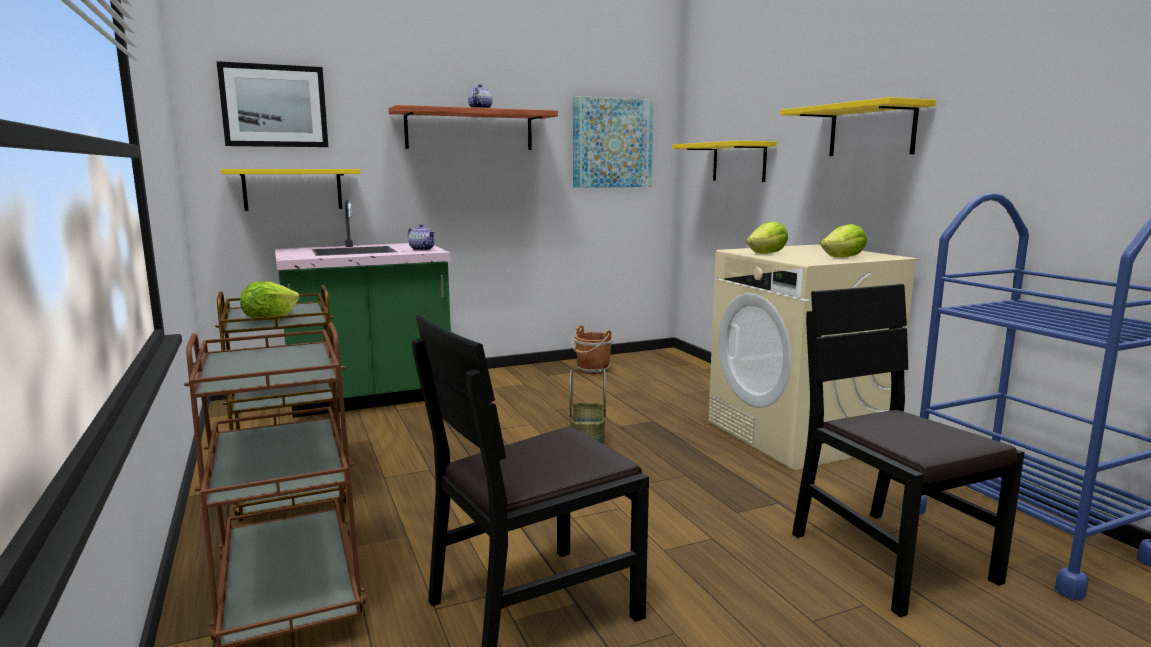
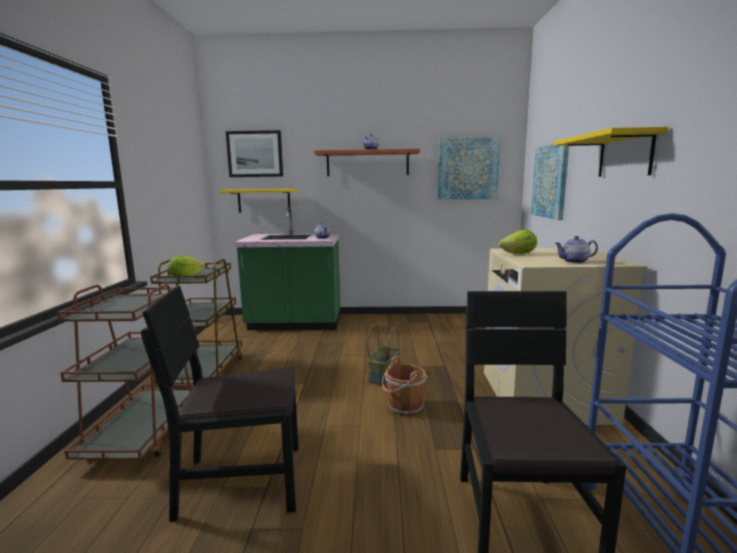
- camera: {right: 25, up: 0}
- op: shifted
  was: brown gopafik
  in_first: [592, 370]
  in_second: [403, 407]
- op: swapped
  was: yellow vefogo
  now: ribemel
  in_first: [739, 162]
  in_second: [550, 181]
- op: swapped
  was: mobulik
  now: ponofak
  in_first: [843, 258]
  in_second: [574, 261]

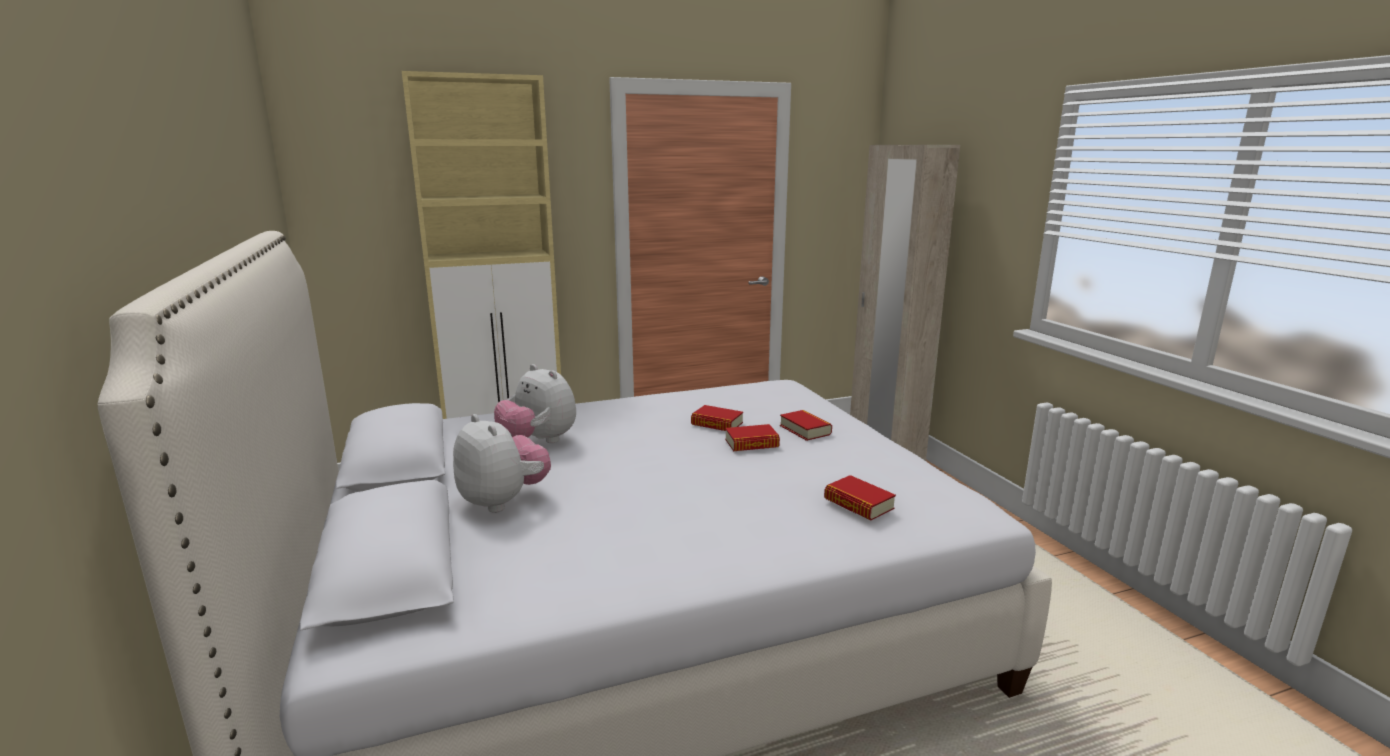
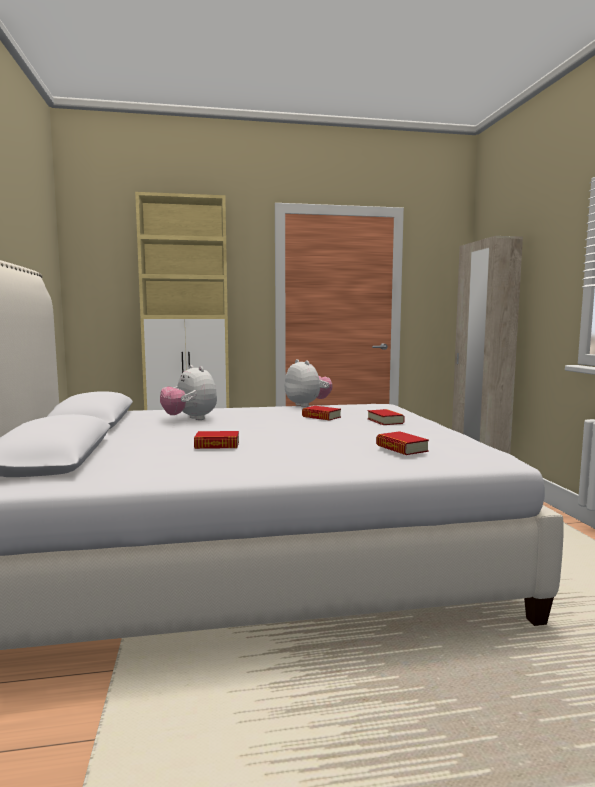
- camera: {right: 10, up: -10}
- op: shifted
  was: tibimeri
  in_first: [751, 443]
  in_second: [217, 445]
- op: shifted
  was: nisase
  in_first: [503, 501]
  in_second: [307, 405]

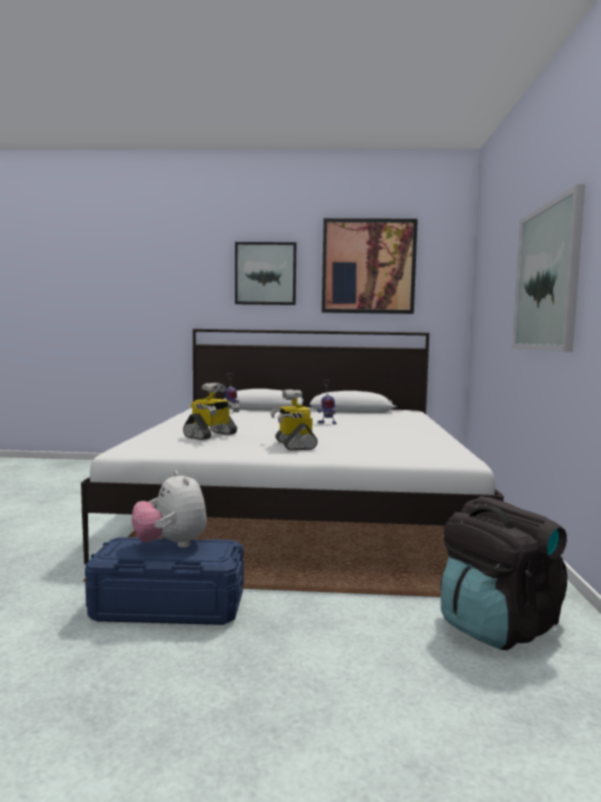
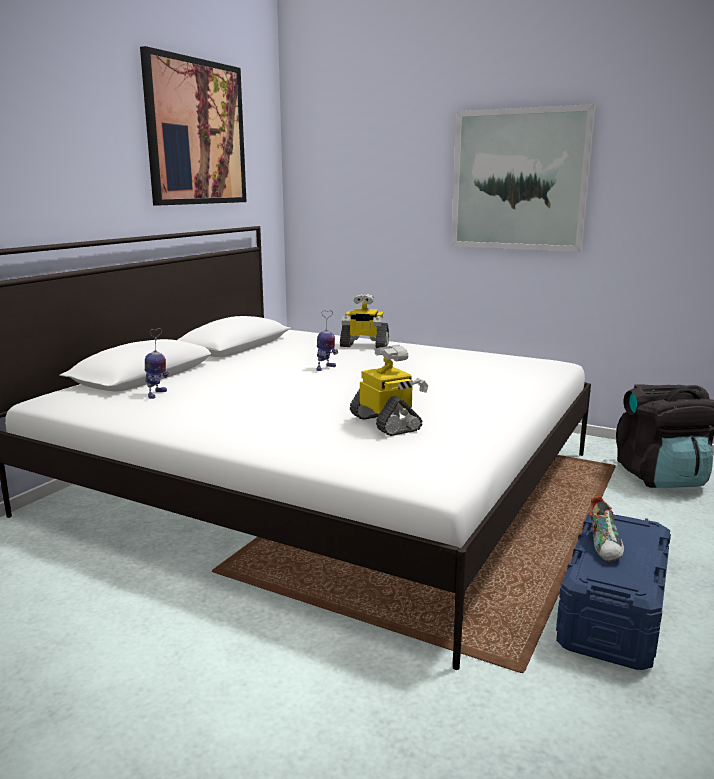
- camera: {right: -65, up: 10}
- op: shifted
  was: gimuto
  in_first: [294, 445]
  in_second: [364, 345]
- op: swapped
  was: nisase
  now: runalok
  in_first: [171, 545]
  in_second: [605, 546]
- op: gone
  was: ribemel
  in_first: [265, 273]

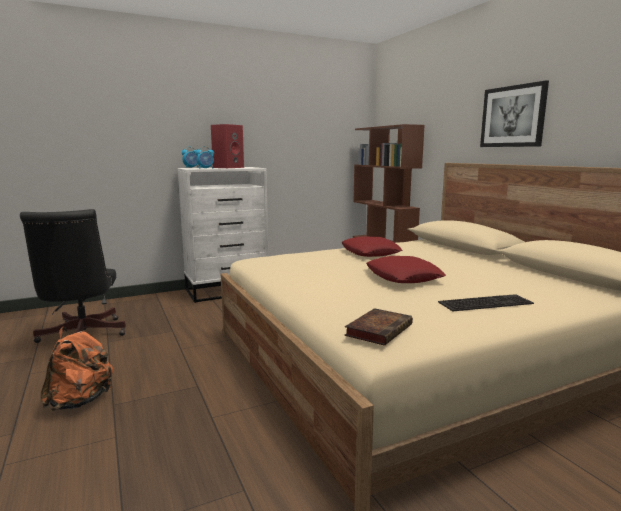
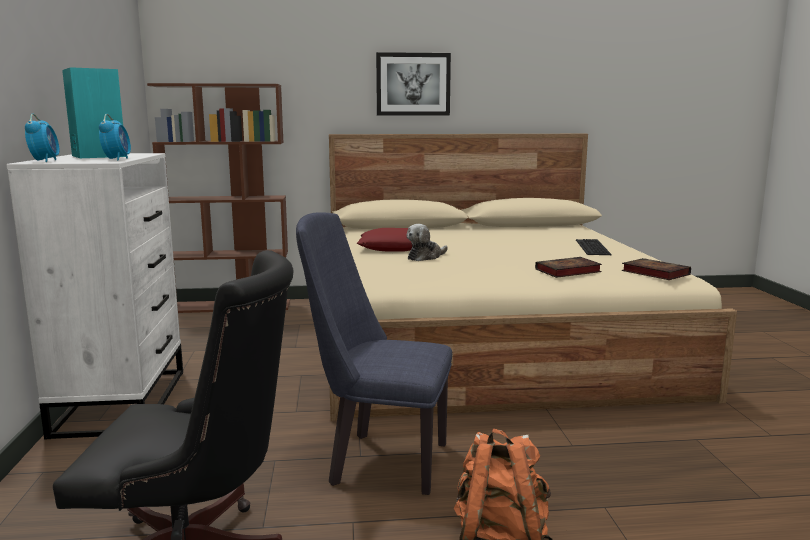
- camera: {right: -70, up: 0}
- op: repainted
  was: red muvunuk
  now: turquoise muvunuk
  in_first: [228, 167]
  in_second: [97, 156]
- op: new
  now: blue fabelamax
  in_second: [378, 461]
- op: new
  now: nisase
  in_second: [425, 257]
- op: new
  now: tibimeri
  in_second: [567, 271]
- op: gone
  was: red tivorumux
  in_first: [403, 277]

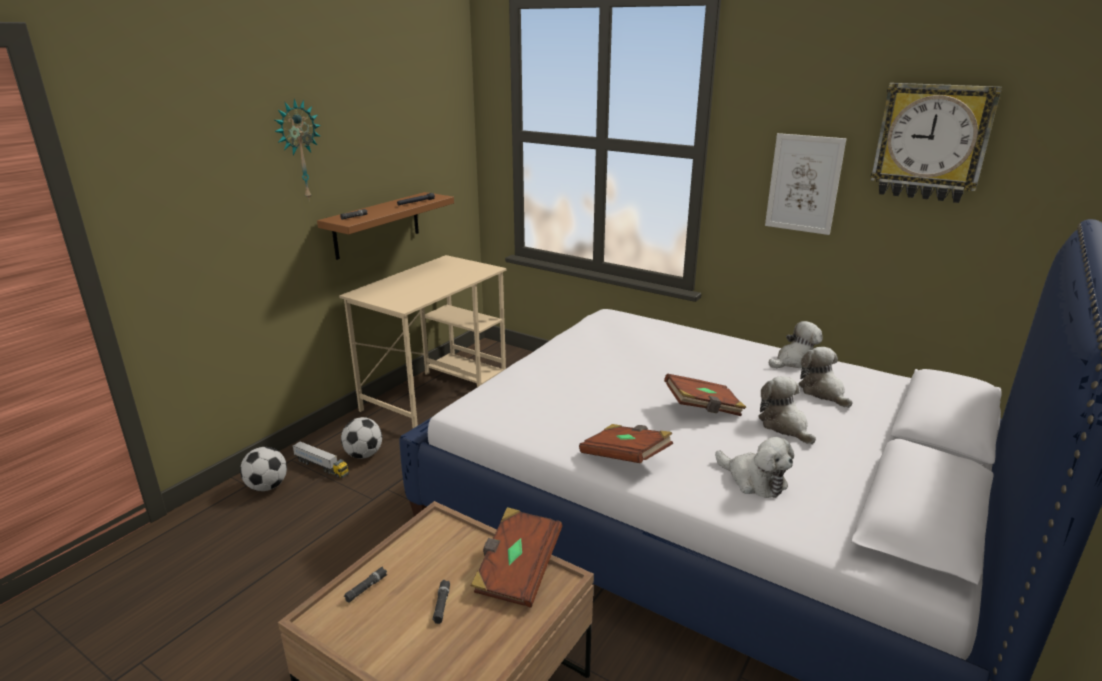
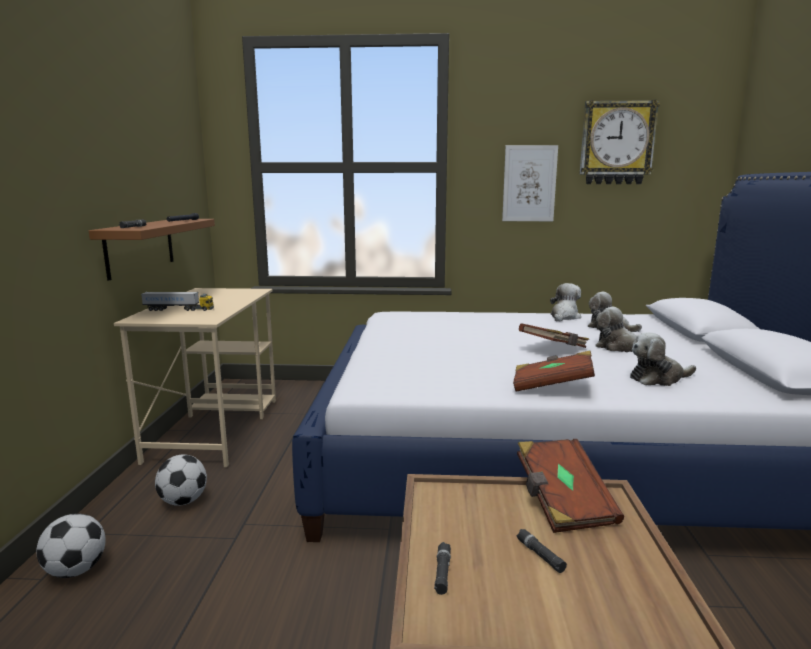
- camera: {right: -30, up: -10}
- op: shifted
  was: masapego
  in_first: [321, 467]
  in_second: [179, 309]
- op: rotated
  was: nisase
  in_first: [754, 480]
  in_second: [658, 378]
  clockwise: 150
- op: gone
  was: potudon
  in_first: [298, 150]

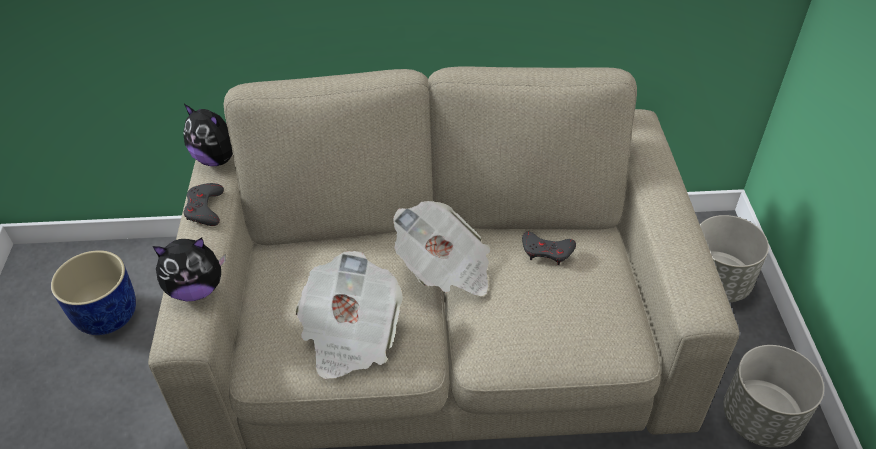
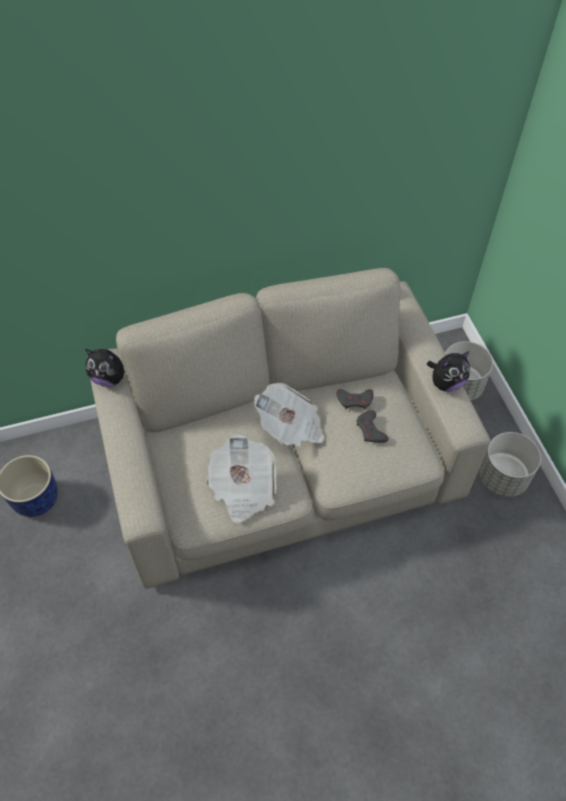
- camera: {right: -15, up: 10}
- op: shifted
  was: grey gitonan
  in_first: [205, 209]
  in_second: [370, 430]
- op: shifted
  was: nisase
  in_first: [196, 289]
  in_second: [446, 383]

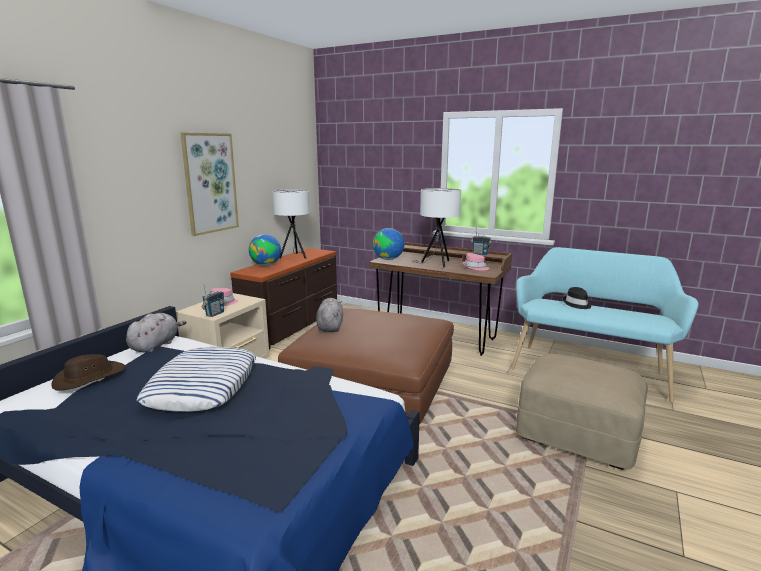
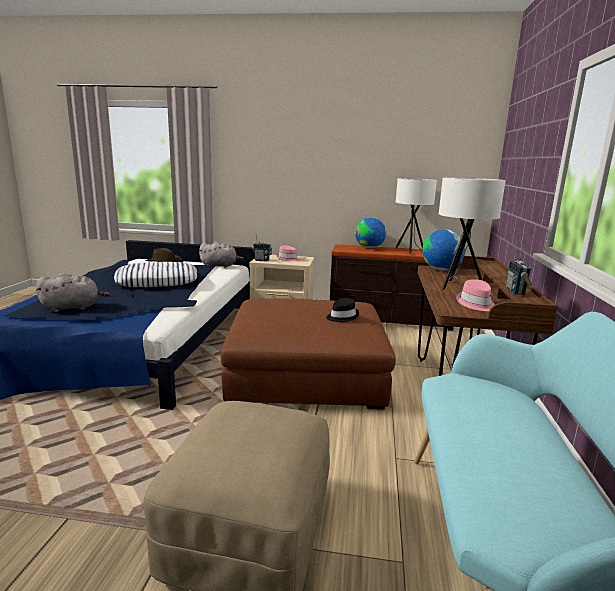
- camera: {right: 70, up: 0}
- op: shifted
  was: grey nisase
  in_first: [330, 327]
  in_second: [73, 308]
- op: shifted
  was: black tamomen
  in_first: [577, 304]
  in_second: [342, 317]
- op: gone
  was: ribemel
  in_first: [210, 183]

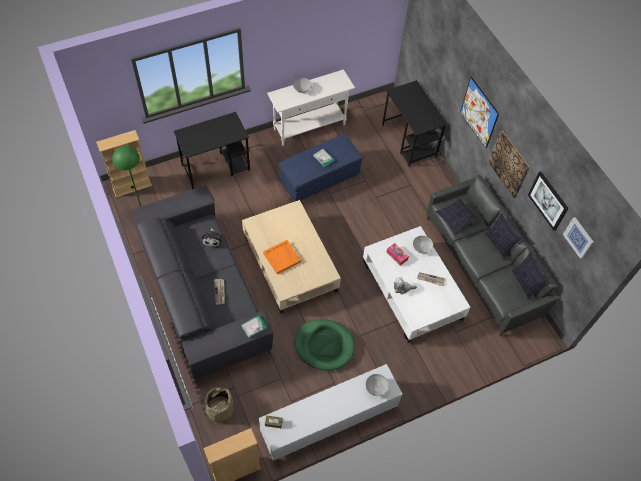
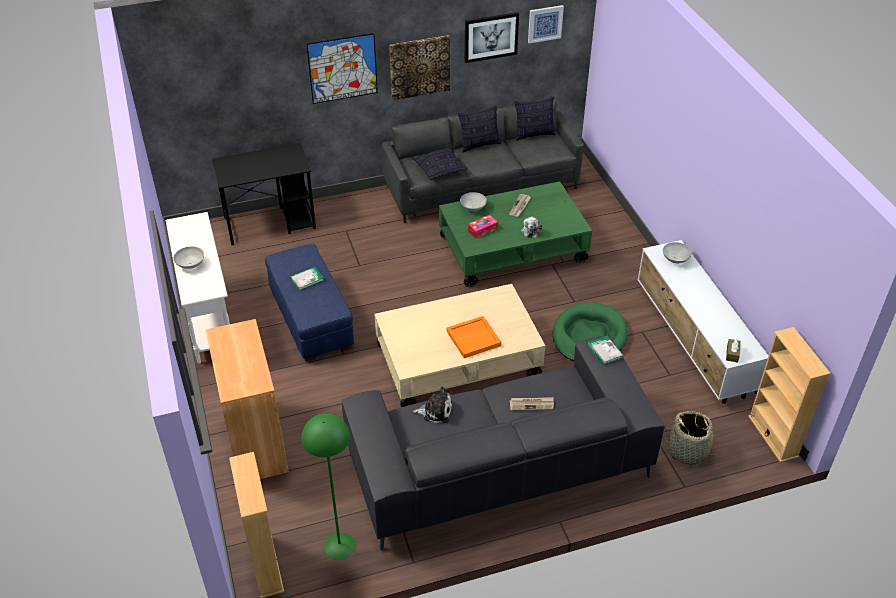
- camera: {right: -80, up: -15}
- op: swapped
  was: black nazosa
  now: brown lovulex
  in_first: [216, 167]
  in_second: [255, 441]
- op: repainted
  was: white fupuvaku
  now: green fupuvaku
  in_first: [412, 291]
  in_second: [512, 249]

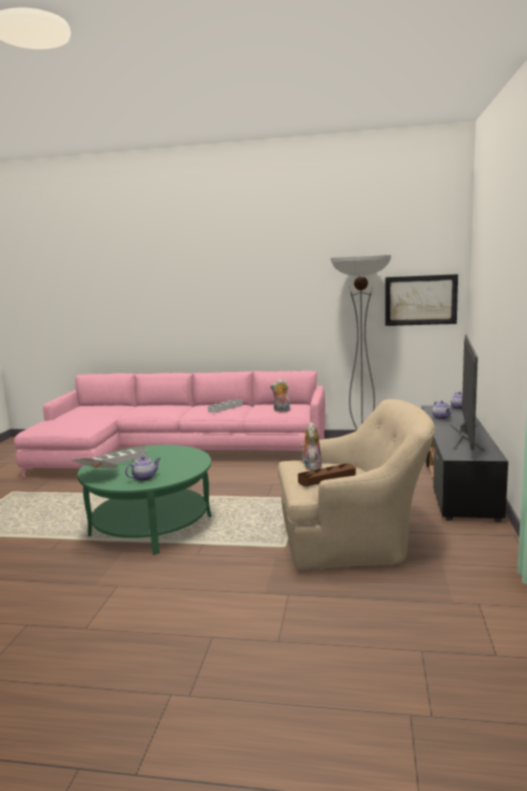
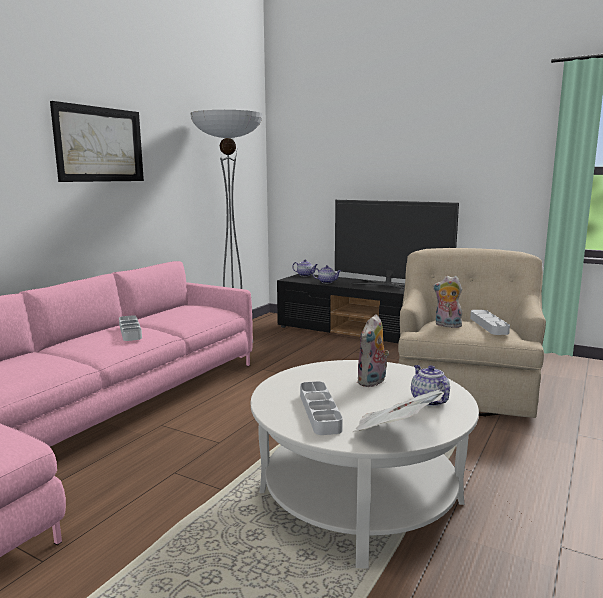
- camera: {right: -70, up: 0}
- op: shifted
  was: ribemel
  in_first: [420, 300]
  in_second: [99, 144]
- op: repainted
  was: green fupuvaku
  now: white fupuvaku
  in_first: [151, 525]
  in_second: [359, 496]
- op: shifted
  was: nisase
  in_first: [281, 410]
  in_second: [372, 382]
- op: repainted
  was: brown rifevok
  now: grey rifevok
  in_first: [327, 478]
  in_second: [488, 325]

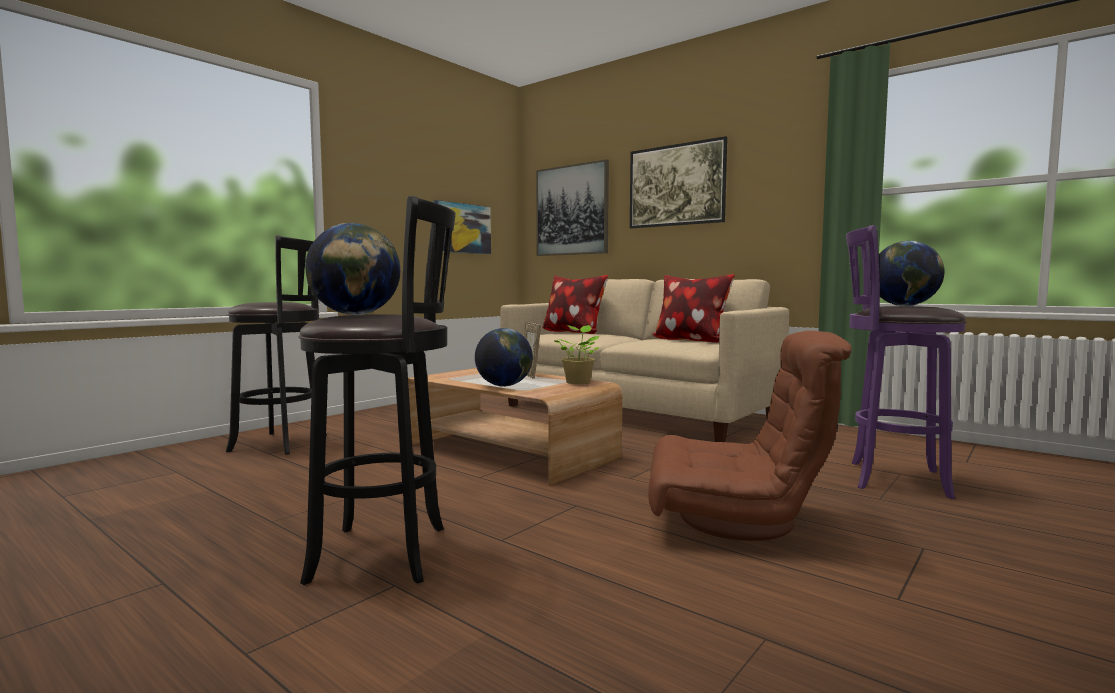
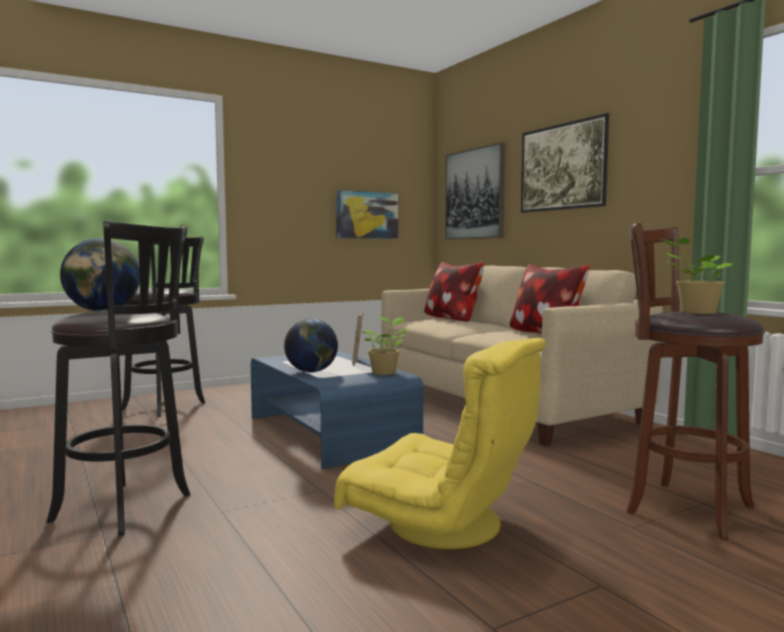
- camera: {right: 20, up: 0}
- op: repainted
  was: brown fupuvaku
  now: blue fupuvaku
  in_first: [508, 451]
  in_second: [330, 432]
- op: repainted
  was: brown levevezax
  now: yellow levevezax
  in_first: [735, 521]
  in_second: [442, 527]
- op: repainted
  was: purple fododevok
  now: brown fododevok
  in_first: [891, 478]
  in_second: [682, 507]
- op: swapped
  was: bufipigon
  now: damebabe
  in_first: [904, 306]
  in_second: [695, 312]

